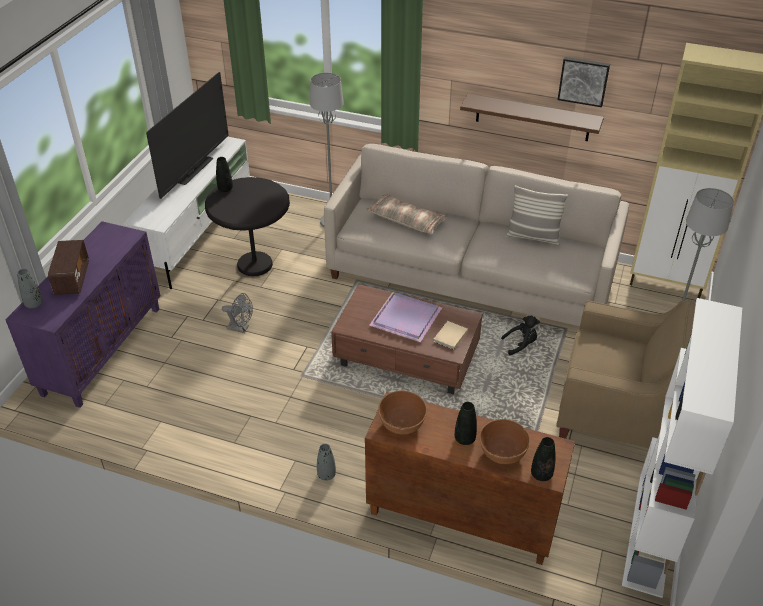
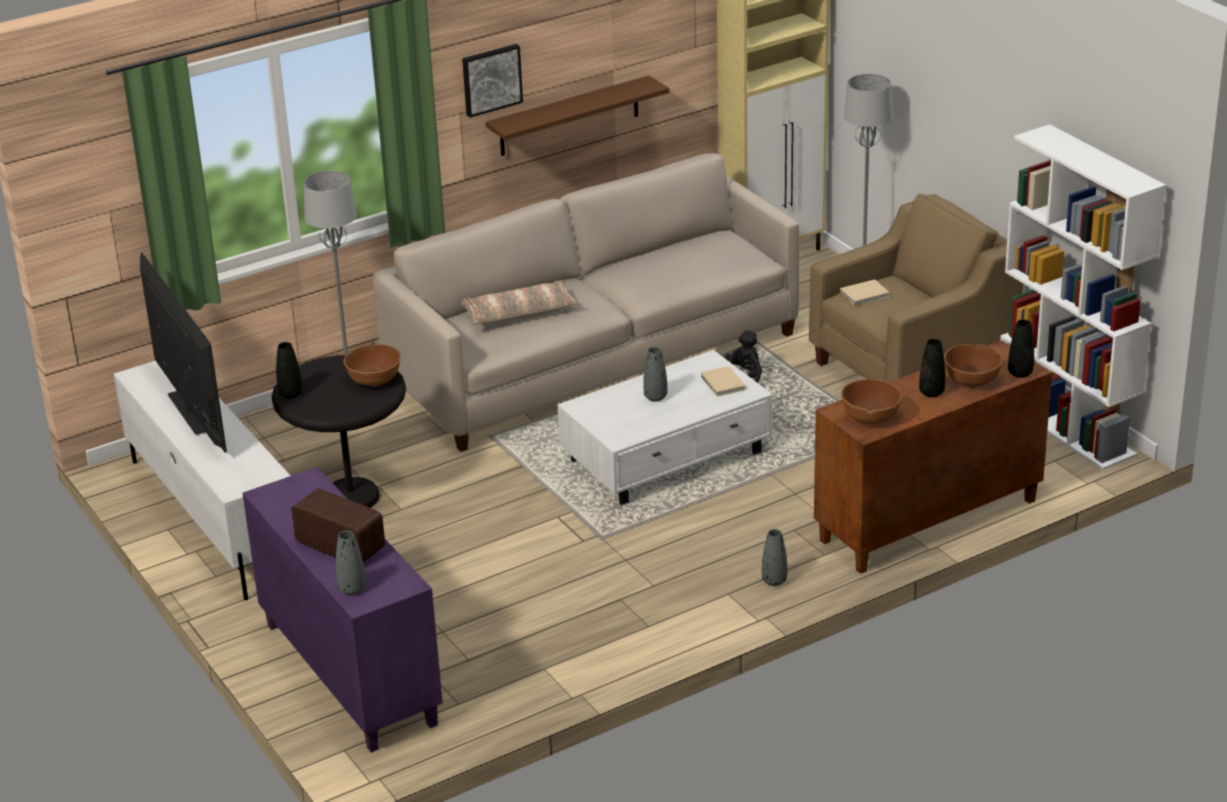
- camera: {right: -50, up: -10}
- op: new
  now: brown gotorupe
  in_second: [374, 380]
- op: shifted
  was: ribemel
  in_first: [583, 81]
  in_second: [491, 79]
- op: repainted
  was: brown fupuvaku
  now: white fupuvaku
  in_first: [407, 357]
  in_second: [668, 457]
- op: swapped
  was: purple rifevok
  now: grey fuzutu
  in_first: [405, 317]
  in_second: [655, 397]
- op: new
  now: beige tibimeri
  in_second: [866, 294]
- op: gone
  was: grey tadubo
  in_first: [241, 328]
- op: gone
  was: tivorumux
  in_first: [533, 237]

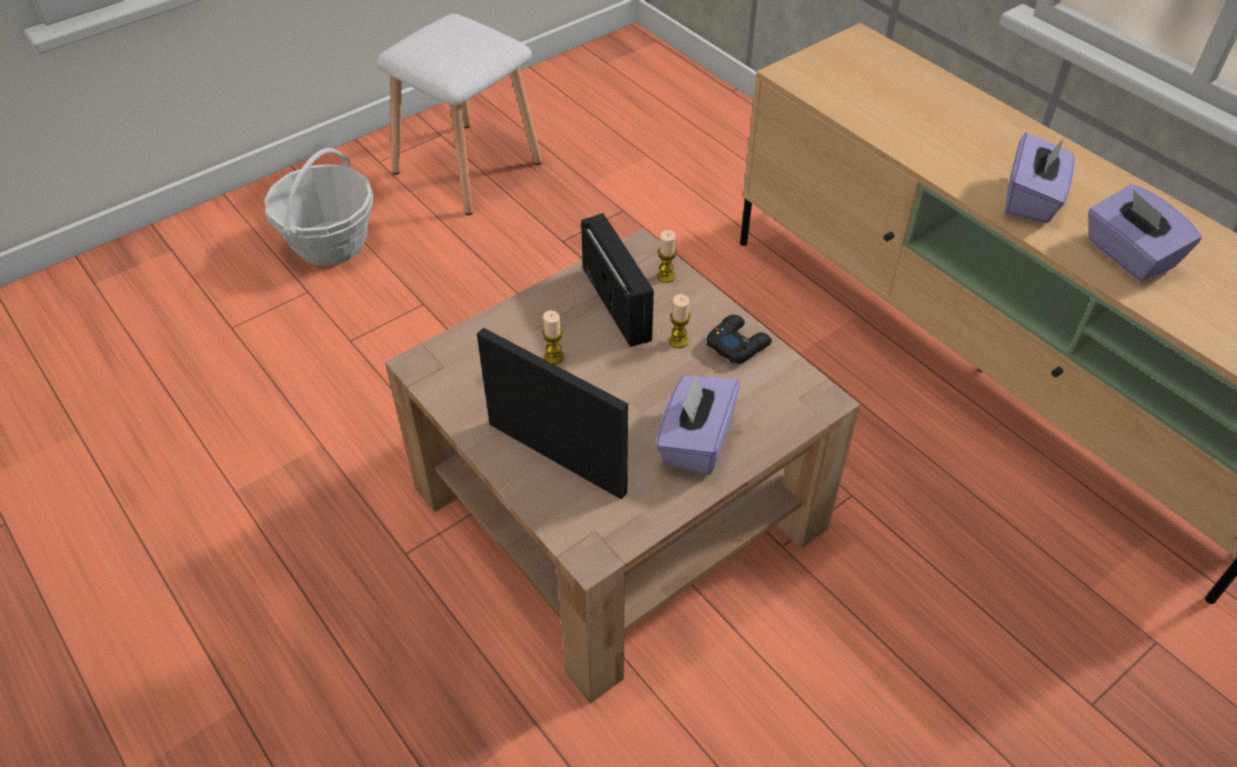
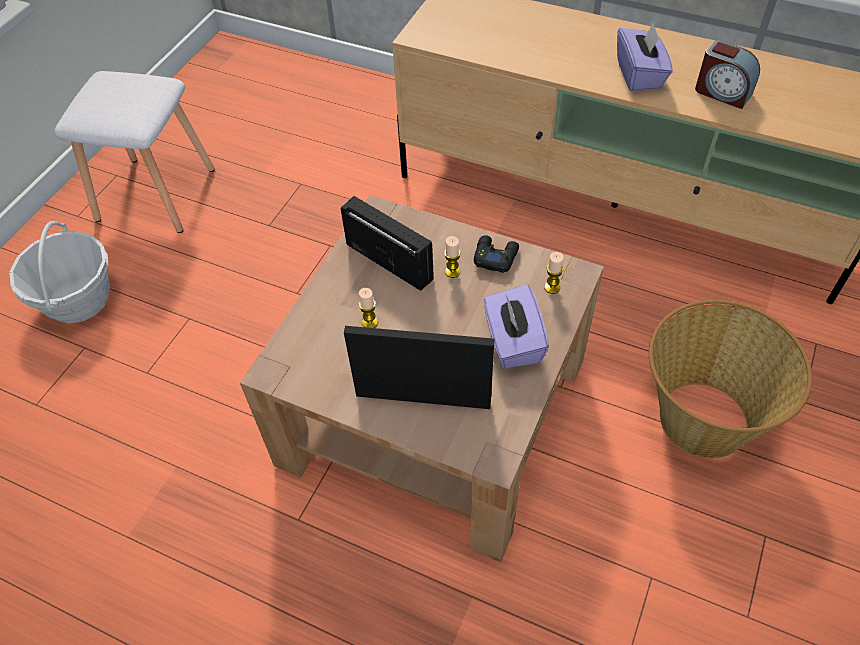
- camera: {right: -25, up: 5}
- op: shifted
  was: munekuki
  in_first: [666, 276]
  in_second: [552, 287]
- op: new
  now: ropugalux
  in_second: [702, 417]
- op: swapped
  was: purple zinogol
  now: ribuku
  in_first: [1128, 255]
  in_second: [722, 92]

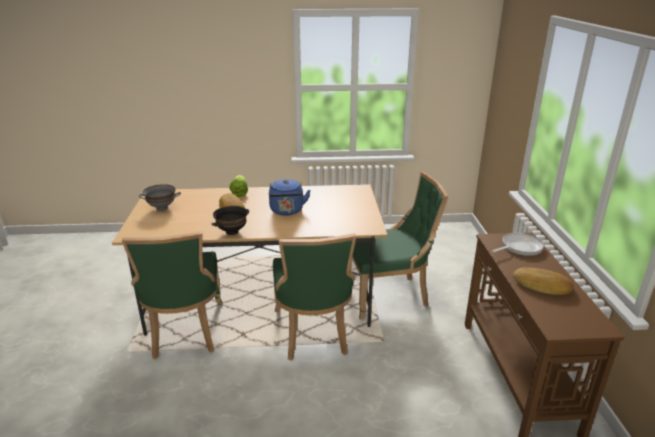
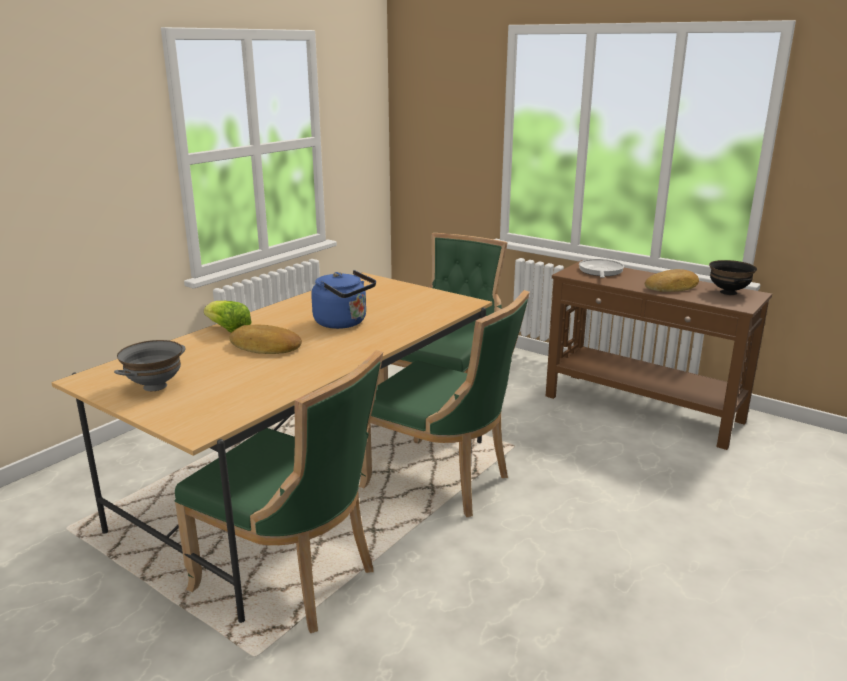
- camera: {right: -50, up: -5}
- op: shifted
  was: black gotorupe
  in_first: [232, 232]
  in_second: [729, 292]

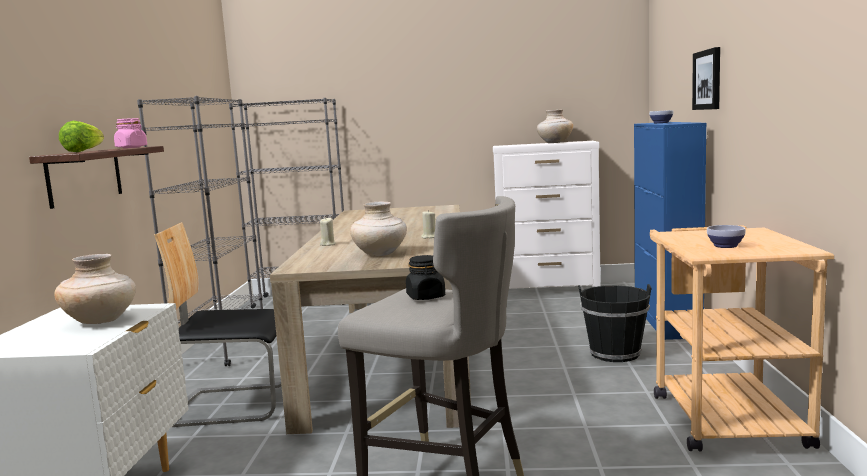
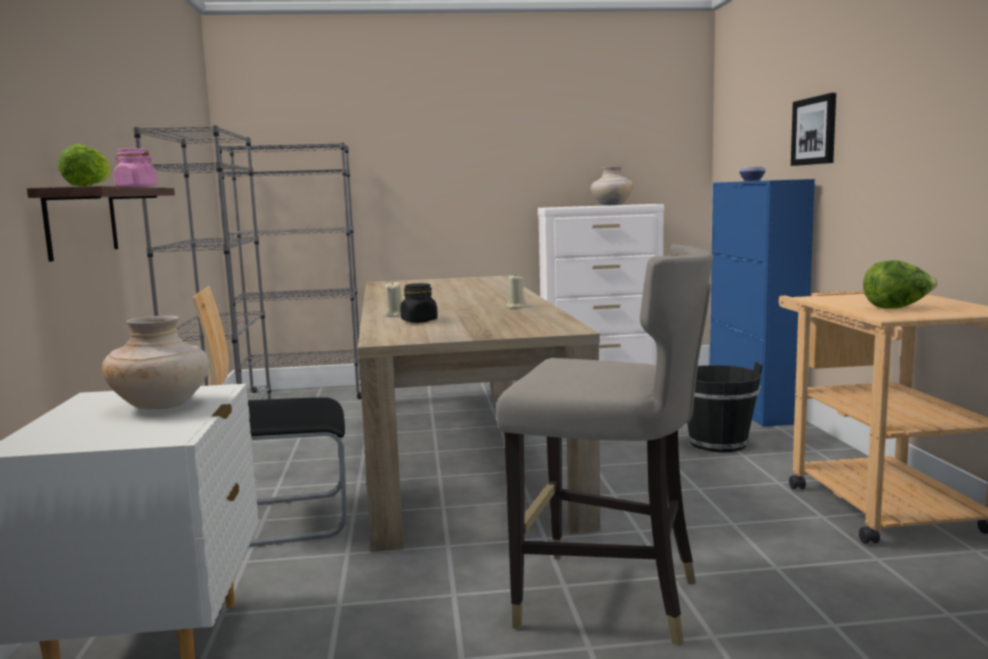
- camera: {right: -10, up: 0}
- op: shifted
  was: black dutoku
  in_first: [426, 297]
  in_second: [419, 321]
- op: swapped
  was: gotorupe
  now: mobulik
  in_first: [724, 246]
  in_second: [897, 308]
- op: gone
  was: beige fuzutu
  in_first: [380, 254]

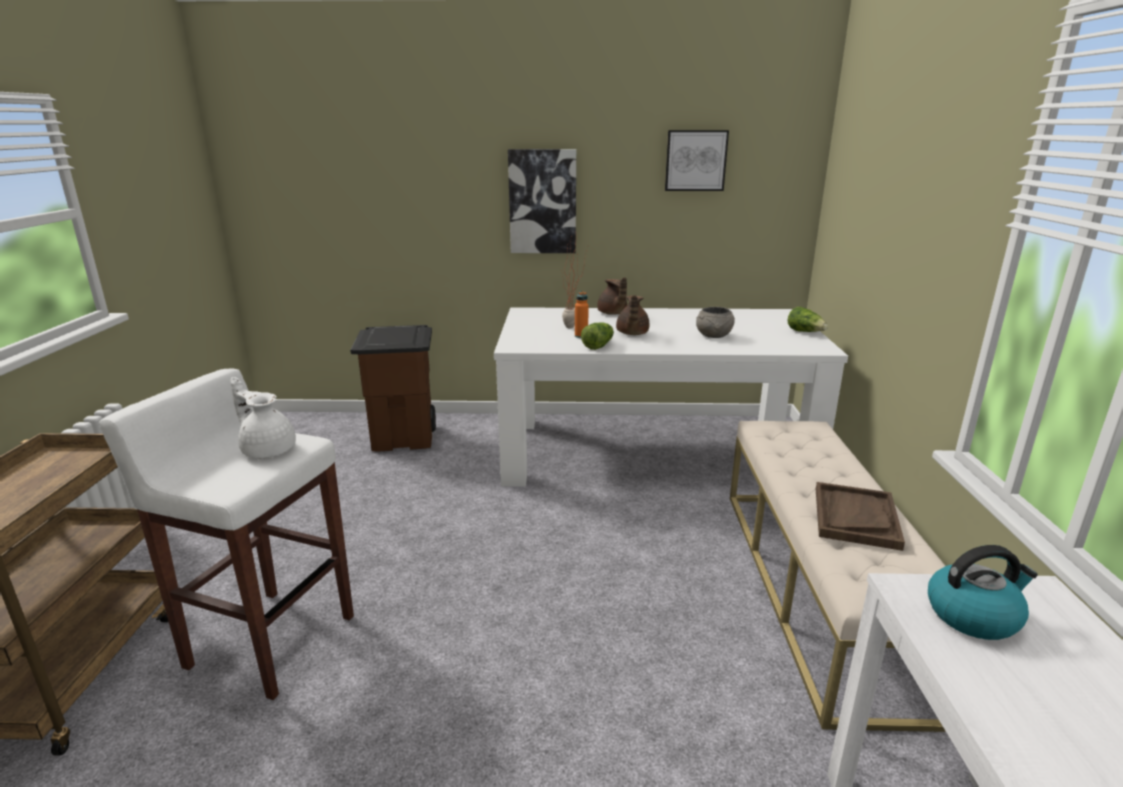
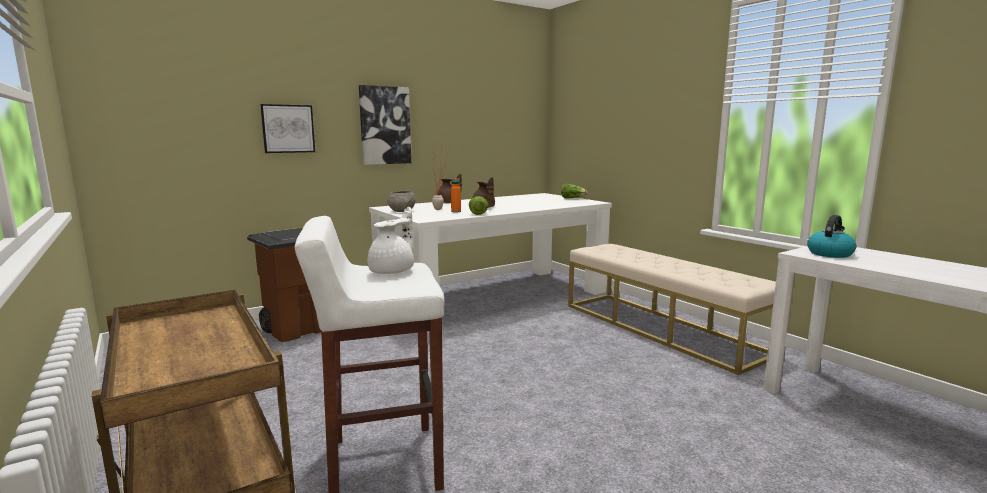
- camera: {right: -35, up: -10}
- op: shifted
  was: ribemel
  in_first: [695, 160]
  in_second: [288, 128]
- op: rotated
  was: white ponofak
  in_first: [268, 449]
  in_second: [393, 271]
  clockwise: 120
- op: shifted
  was: grey gotorupe
  in_first: [713, 336]
  in_second: [402, 211]
- op: gone
  was: brown rifevok
  in_first: [855, 517]

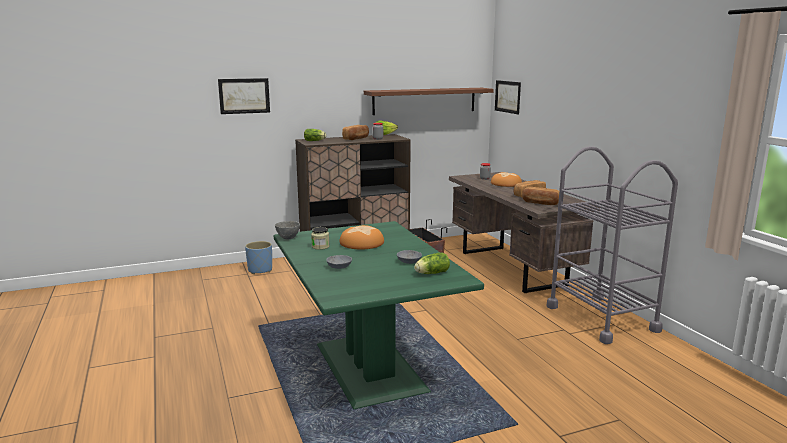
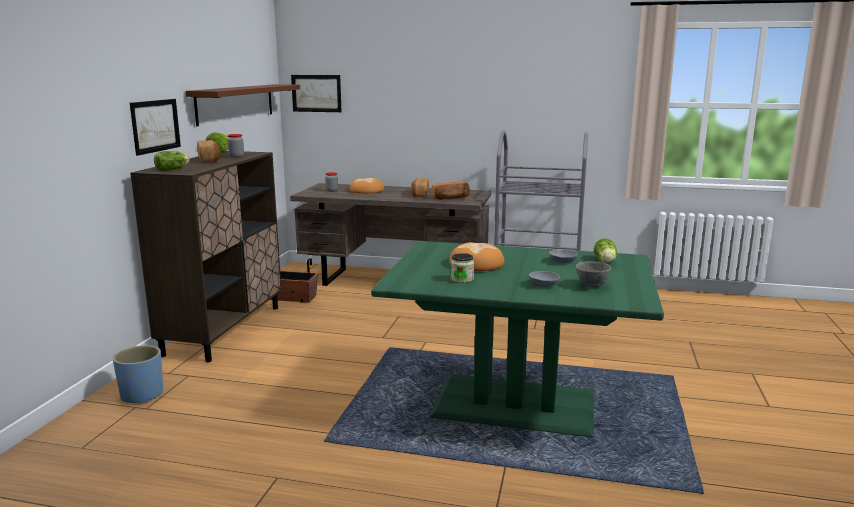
- camera: {right: -55, up: 0}
- op: shifted
  was: ribemel
  in_first: [244, 96]
  in_second: [155, 126]
- op: shifted
  was: grey gotorupe
  in_first: [288, 238]
  in_second: [592, 286]

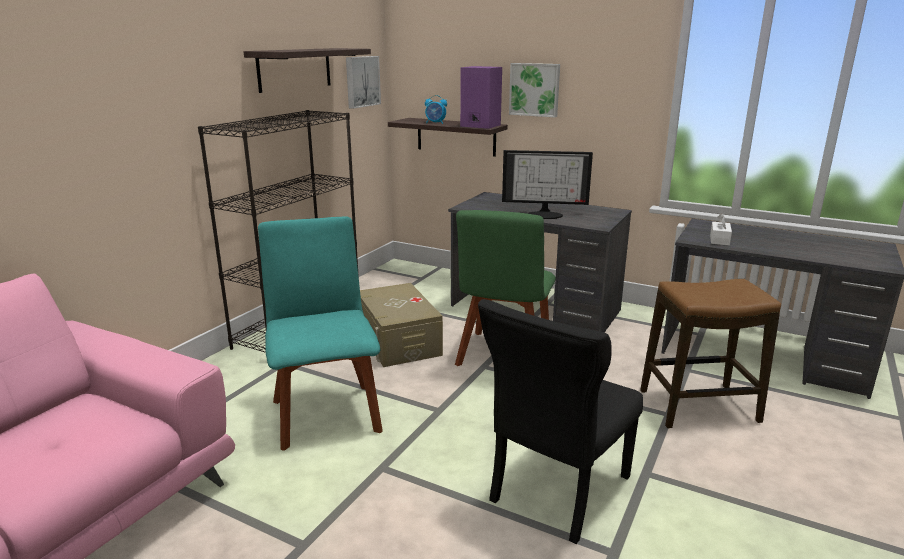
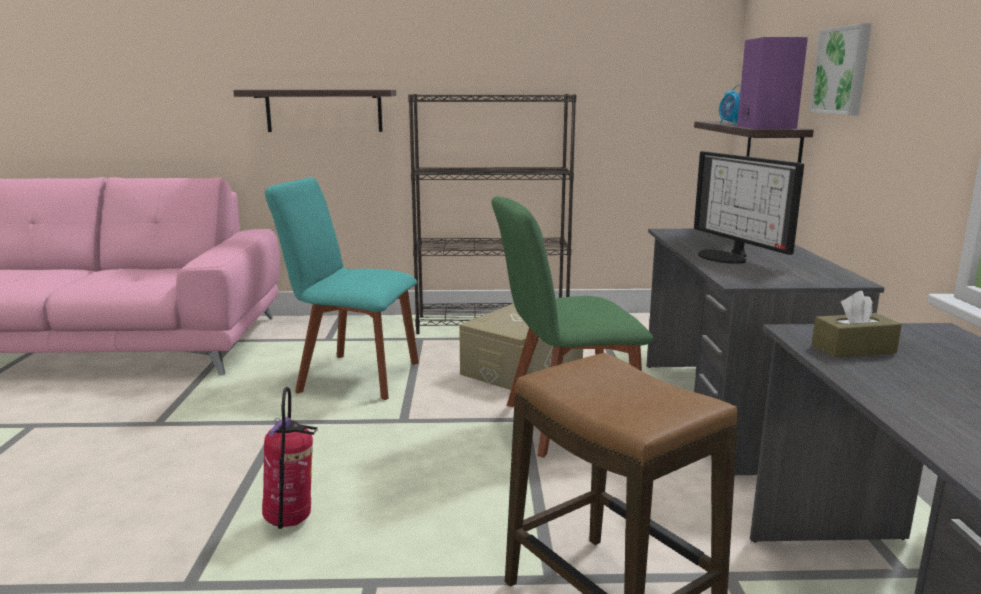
- camera: {right: 60, up: -5}
- op: shifted
  was: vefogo
  in_first: [295, 69]
  in_second: [324, 110]
- op: swapped
  was: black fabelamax
  now: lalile
  in_first: [556, 491]
  in_second: [291, 522]
- op: rotated
  was: turquoise fabelamax
  in_first: [326, 412]
  in_second: [353, 376]
  clockwise: -120
- op: repainted
  was: white zinogol
  now: brown zinogol
  in_first: [719, 240]
  in_second: [853, 349]
- op: gone
  was: ribemel
  in_first: [361, 81]

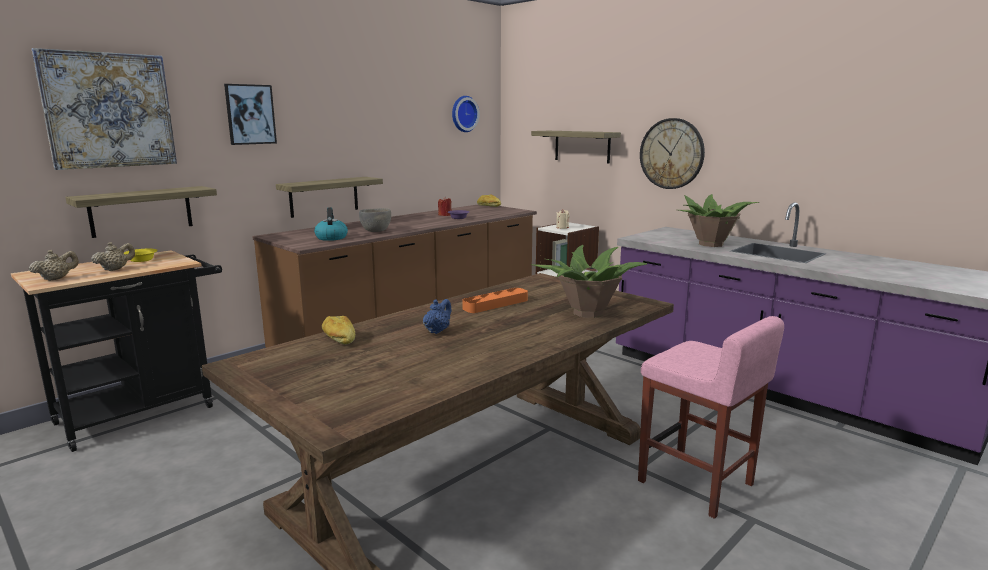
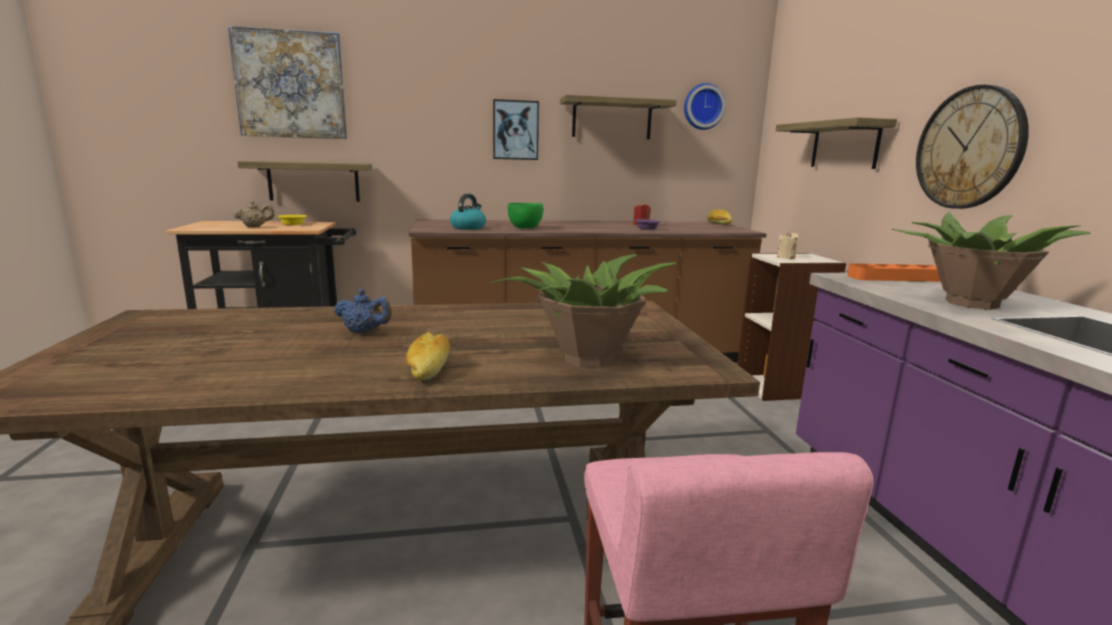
- camera: {right: 35, up: 0}
- op: rotated
  was: blue ponofak
  in_first: [437, 331]
  in_second: [364, 332]
  clockwise: 45
- op: shifted
  was: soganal
  in_first: [338, 339]
  in_second: [429, 369]
- op: shifted
  was: ribemel
  in_first: [250, 114]
  in_second: [515, 130]
- op: repainted
  was: grey gotorupe
  now: green gotorupe
  in_first: [376, 231]
  in_second: [525, 228]
- op: shifted
  was: vefogo
  in_first: [324, 196]
  in_second: [612, 119]
- op: shifted
  was: orange rifevok
  in_first: [495, 304]
  in_second: [895, 278]
- op: gone
  was: beige ponofak
  in_first: [57, 279]

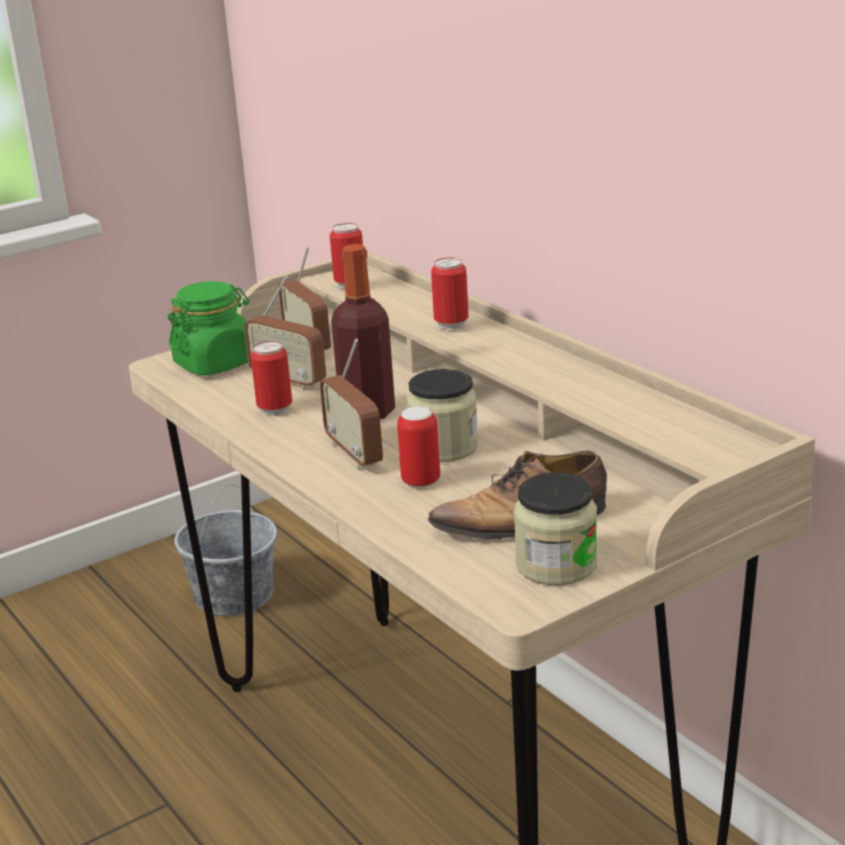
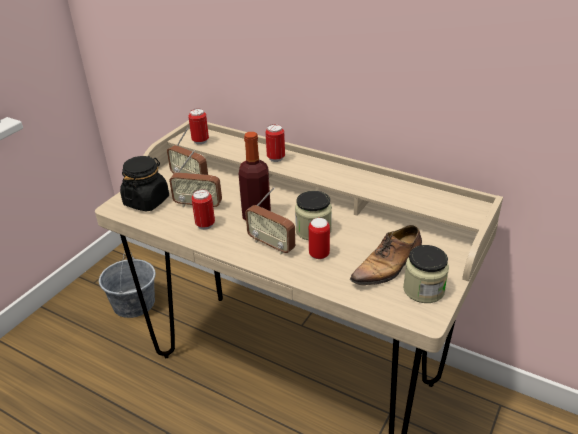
- camera: {right: -25, up: 10}
- op: repainted
  was: green dutoku
  now: black dutoku
  in_first: [215, 364]
  in_second: [146, 201]

